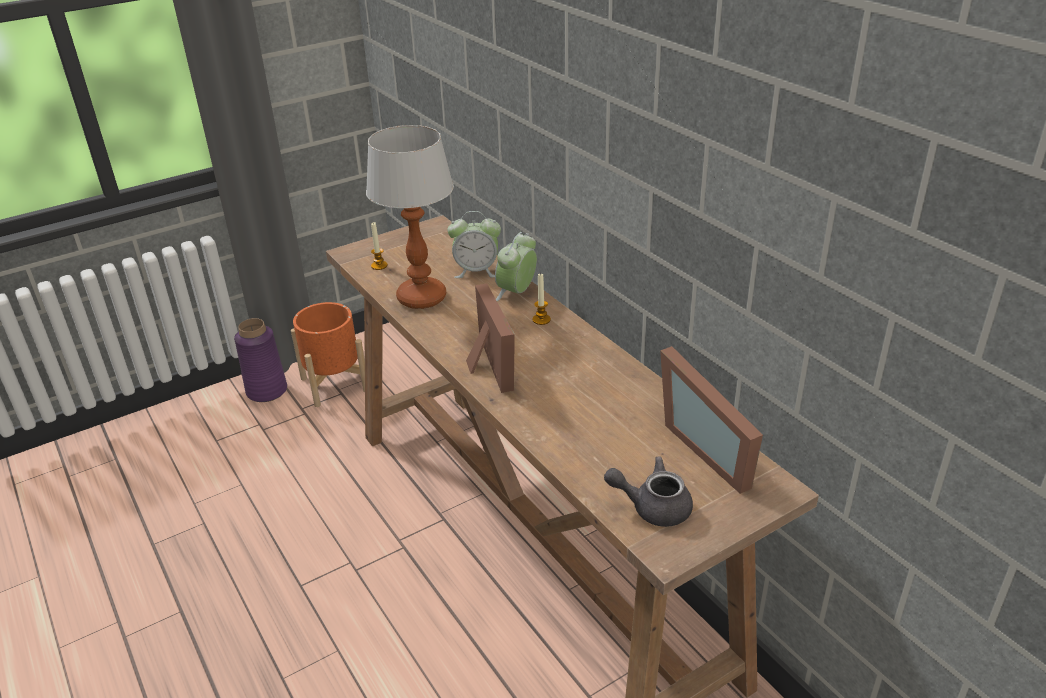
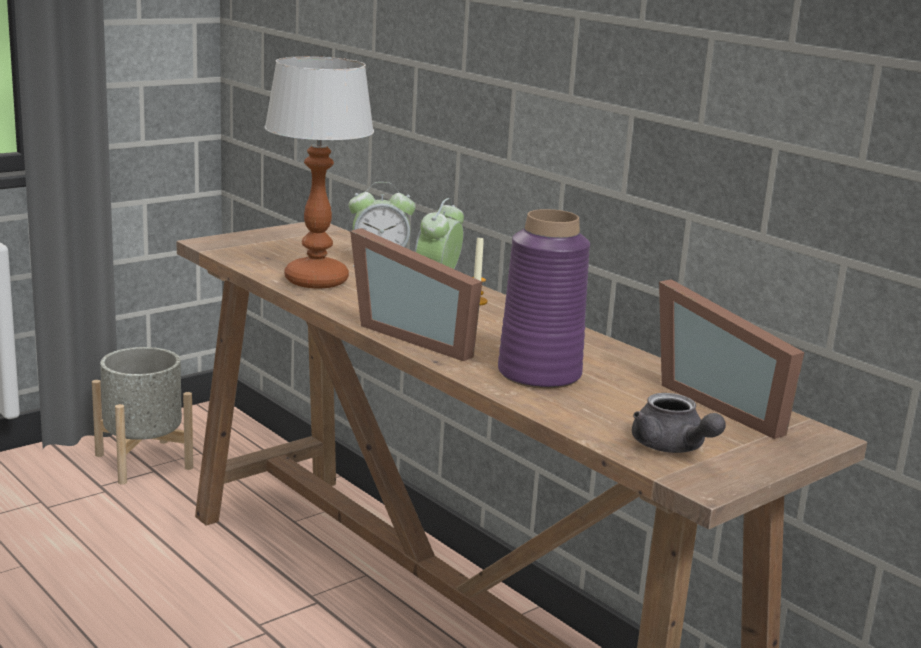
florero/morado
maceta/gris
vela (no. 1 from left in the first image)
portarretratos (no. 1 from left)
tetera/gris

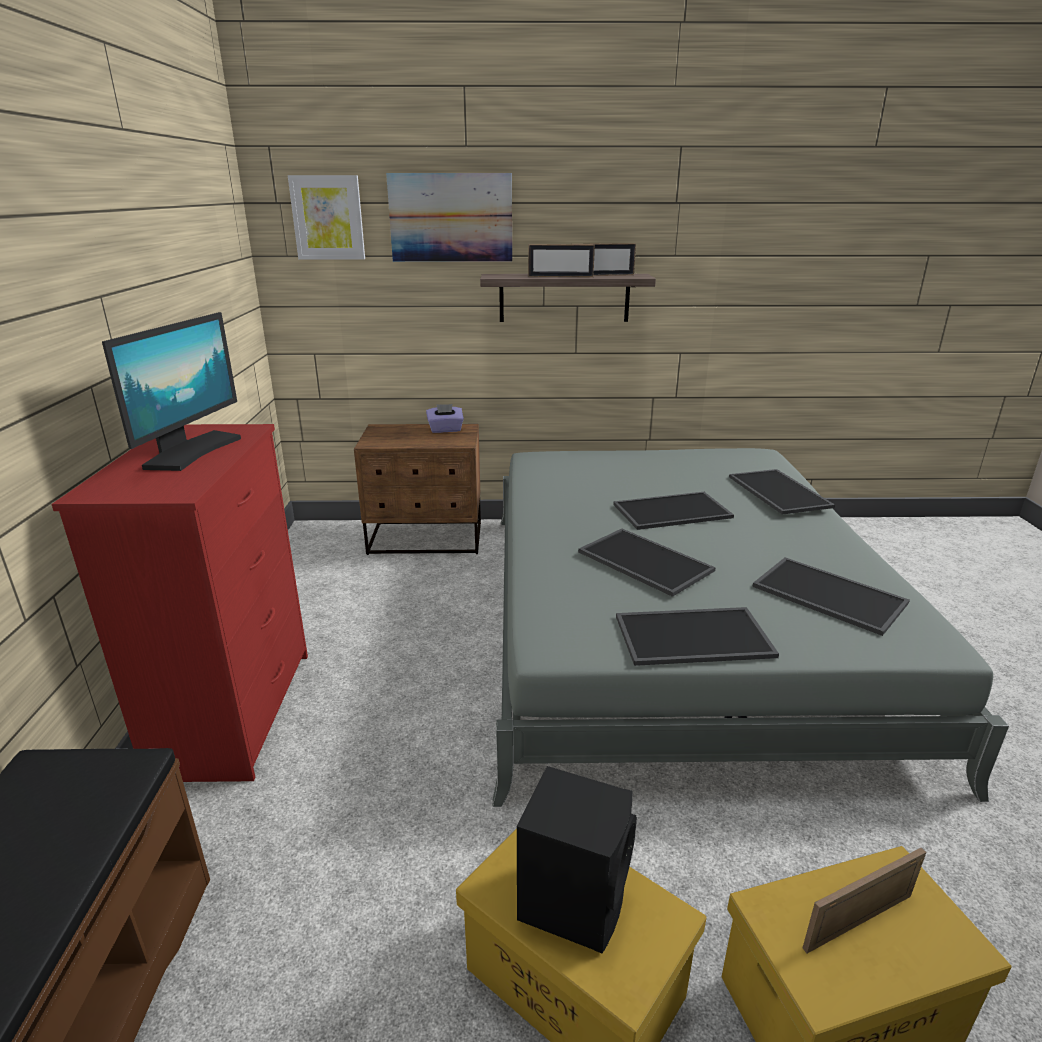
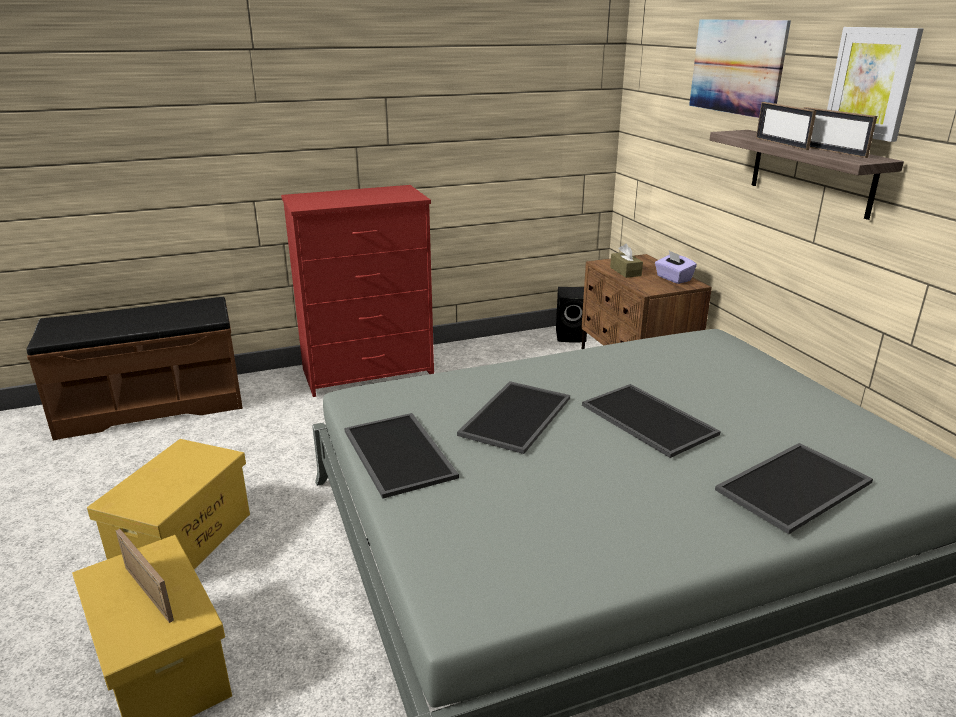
monitor
cuadro (no. 2 from left)
altavoz/negro
bandeja (no. 5 from left in the first image)
caja de pañuelos/marrón

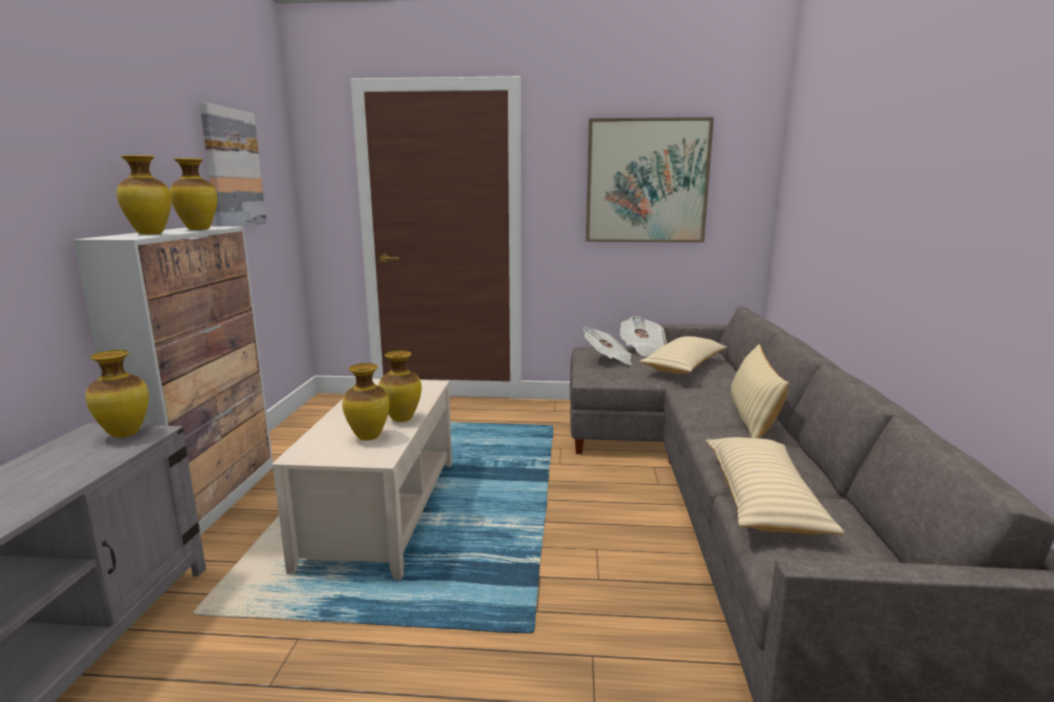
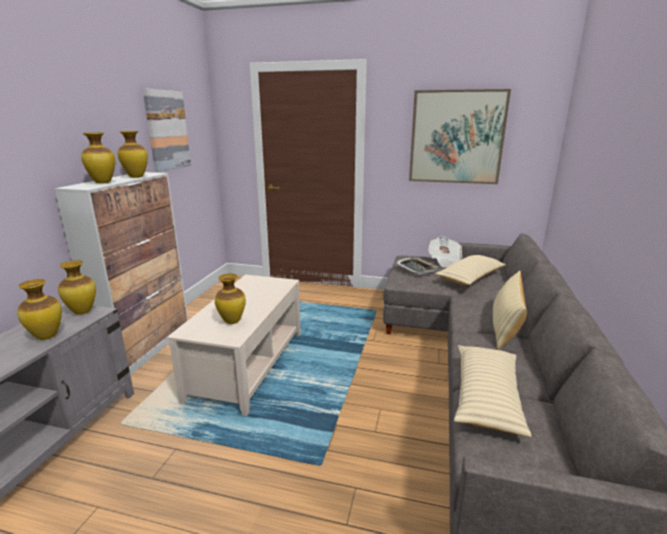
florero (no. 1 from left)
bandeja

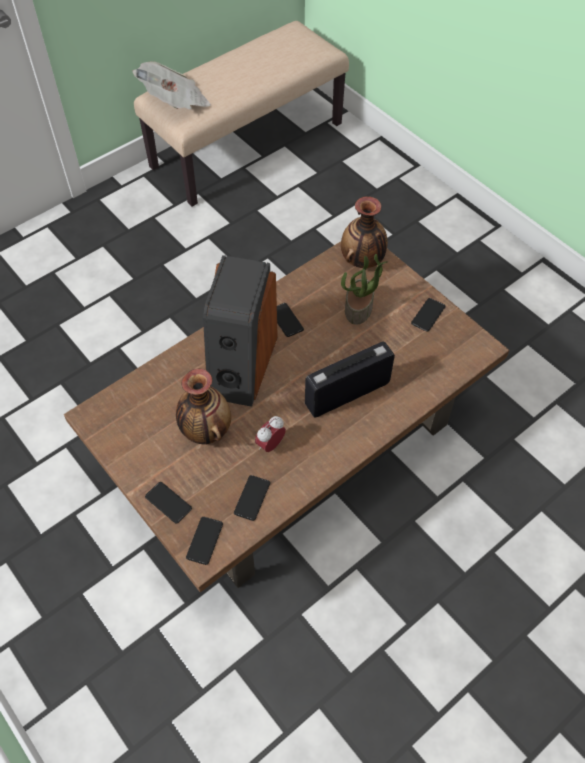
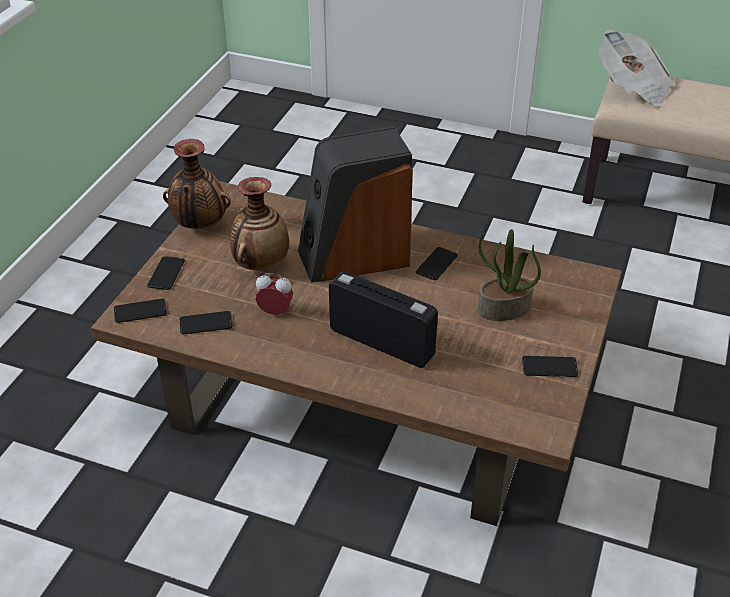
florero (no. 1 from left)

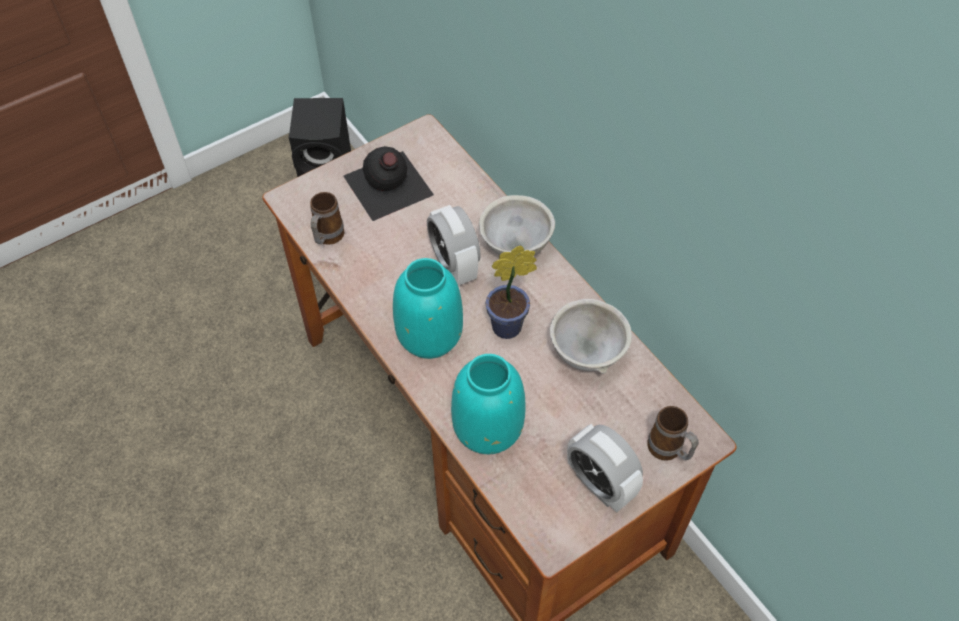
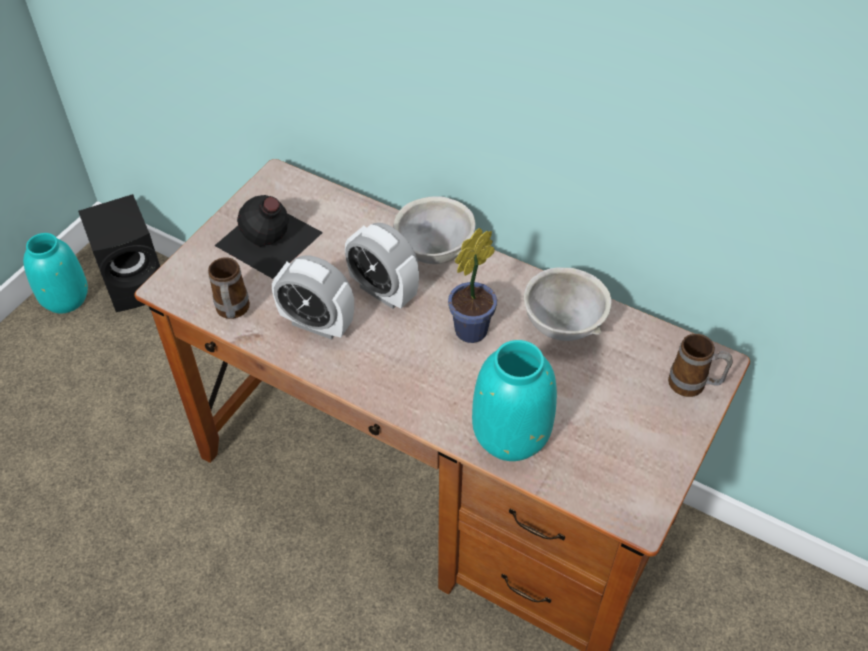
florero/turquesa (no. 1 from left)
despertador (no. 1 from left)

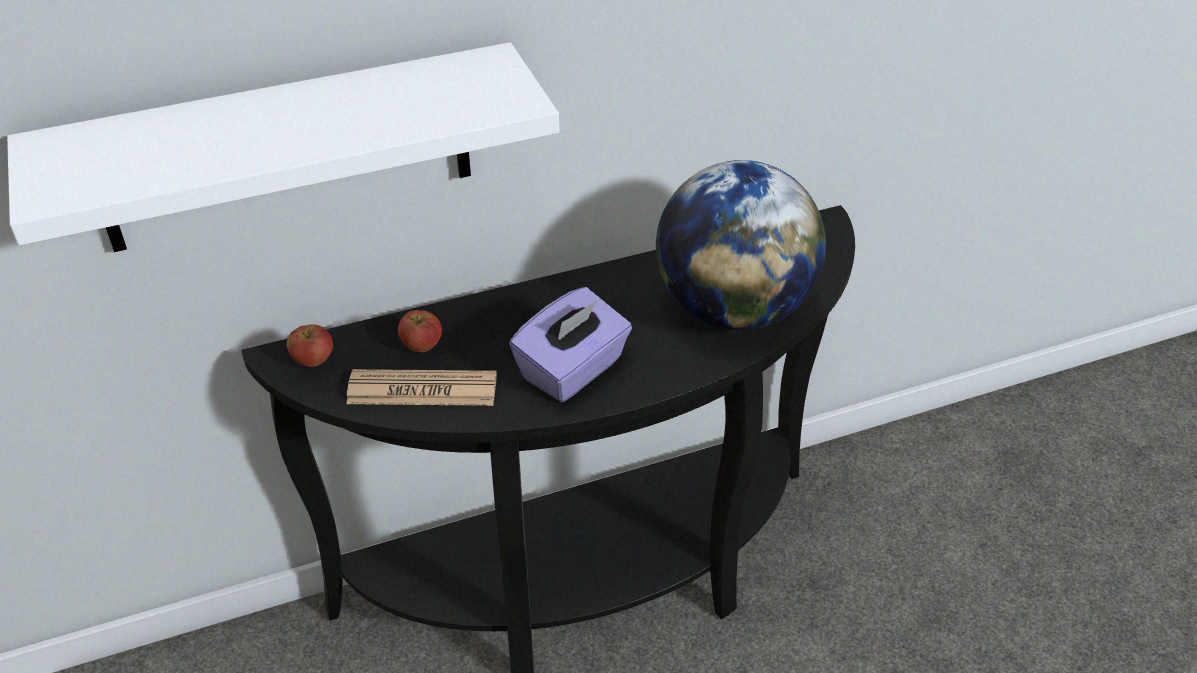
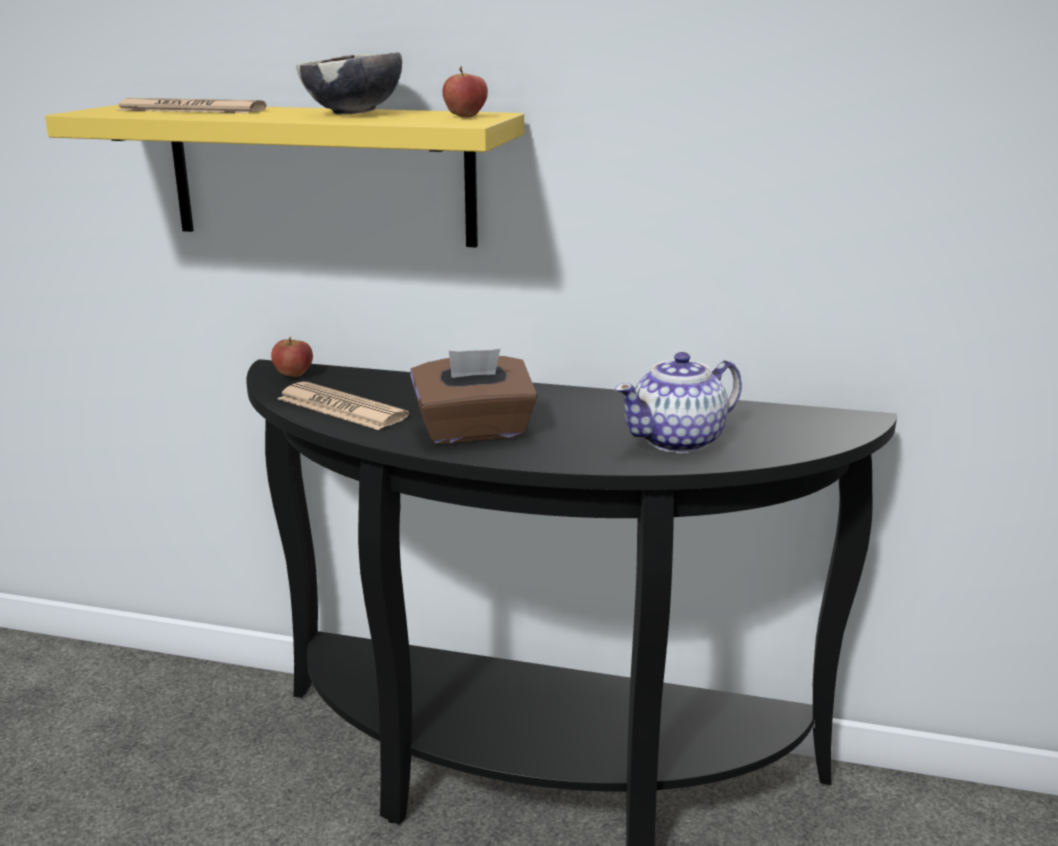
estante/amarillo
manzana (no. 2 from left)
caja de pañuelos/marrón
tetera
periódico (no. 1 from left)
cuenco

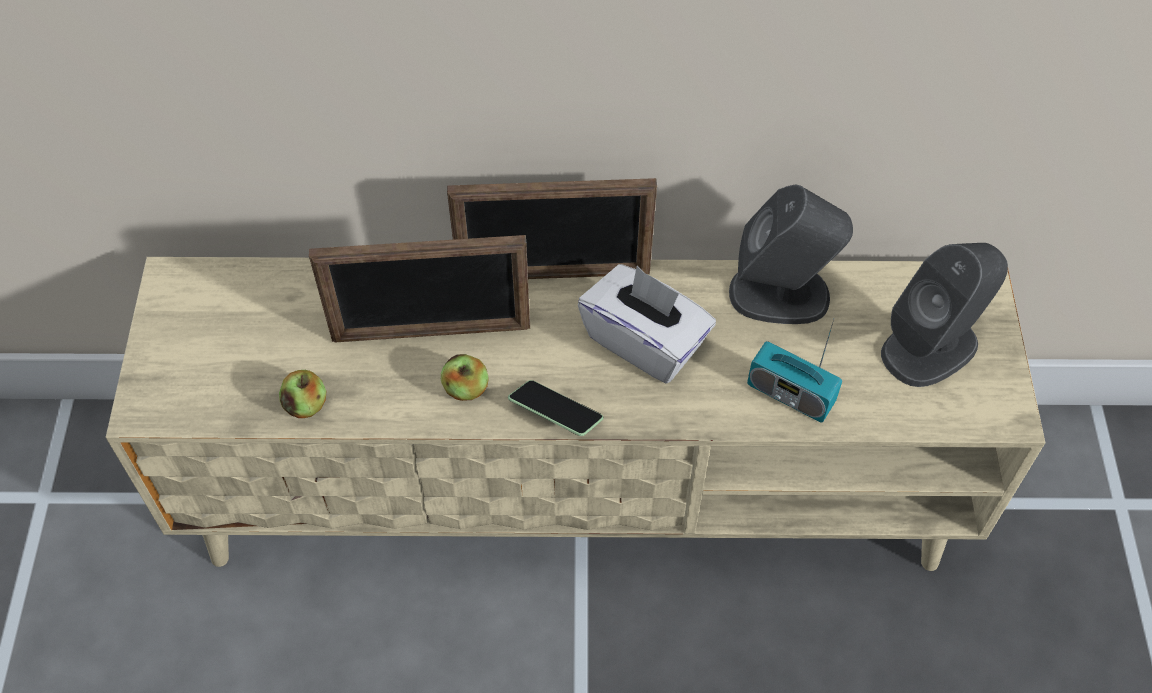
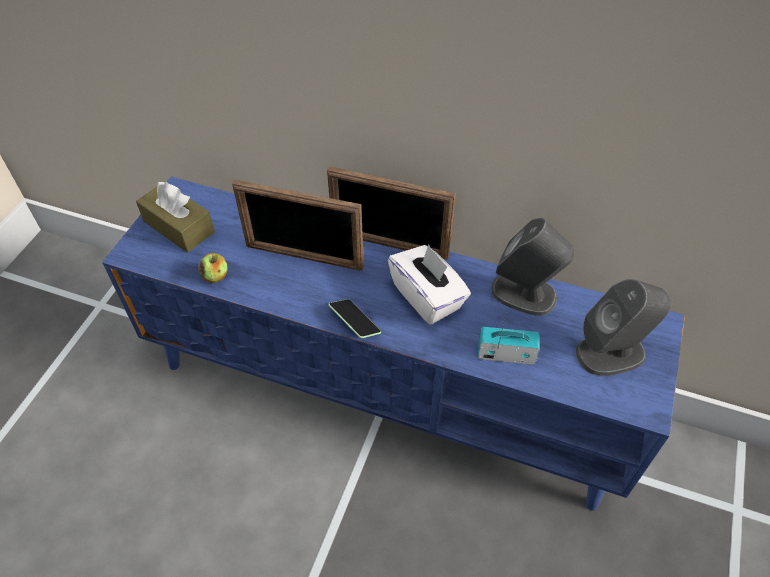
mueble de televisión/azul
manzana (no. 2 from left in the first image)
radio
caja de pañuelos/marrón

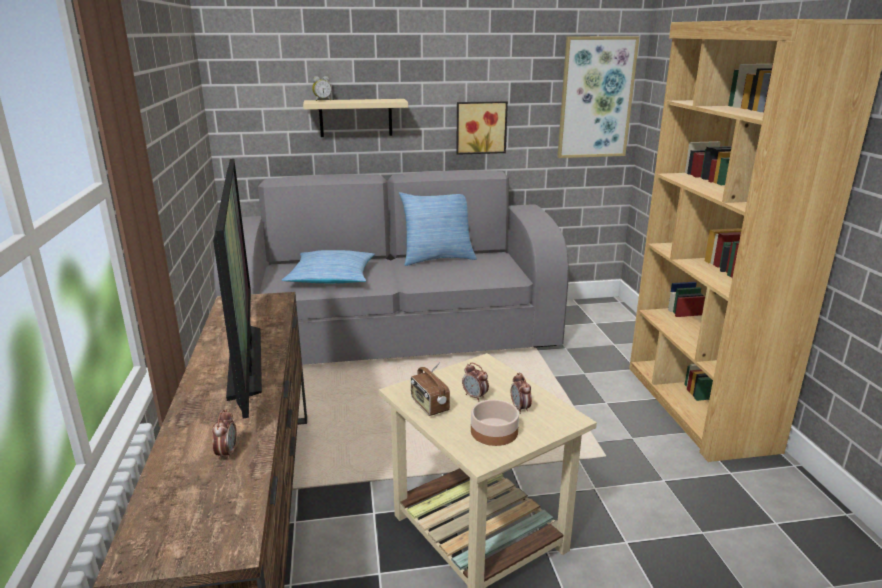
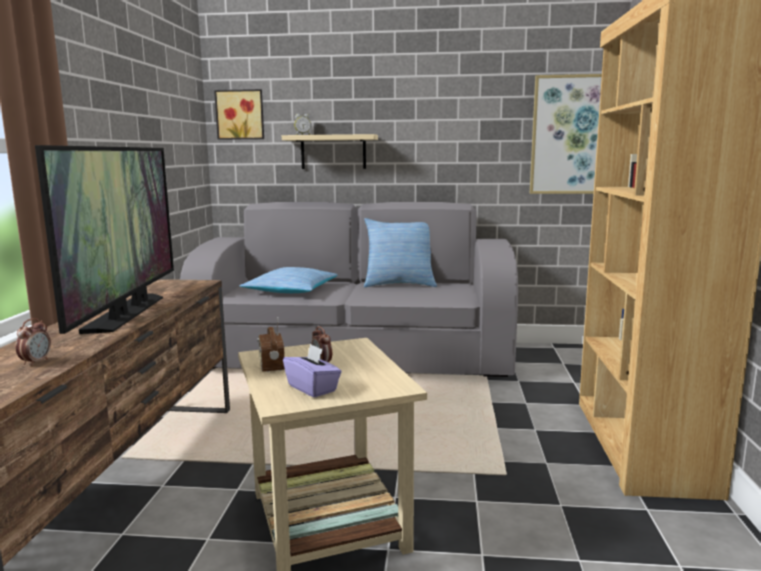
cuadro (no. 1 from left)
caja de pañuelos/morado
despertador (no. 4 from left in the first image)

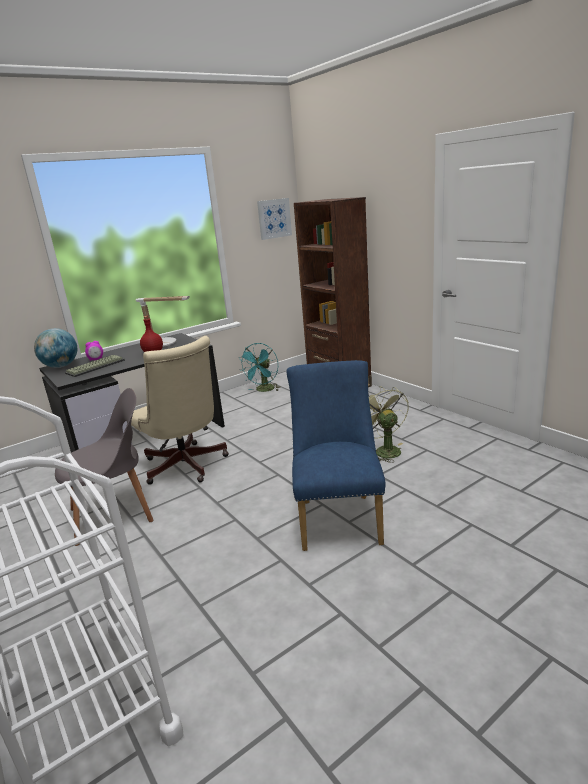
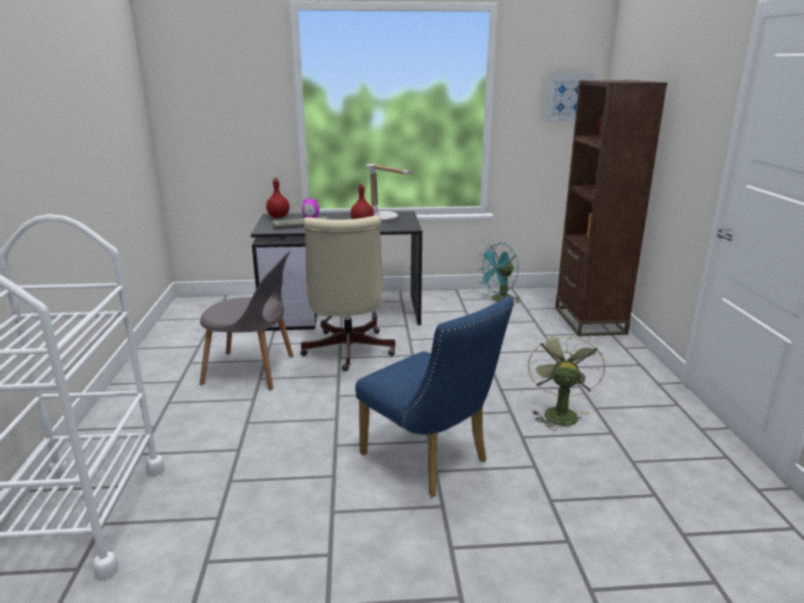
botella/rojo (no. 1 from left)
silla/azul

